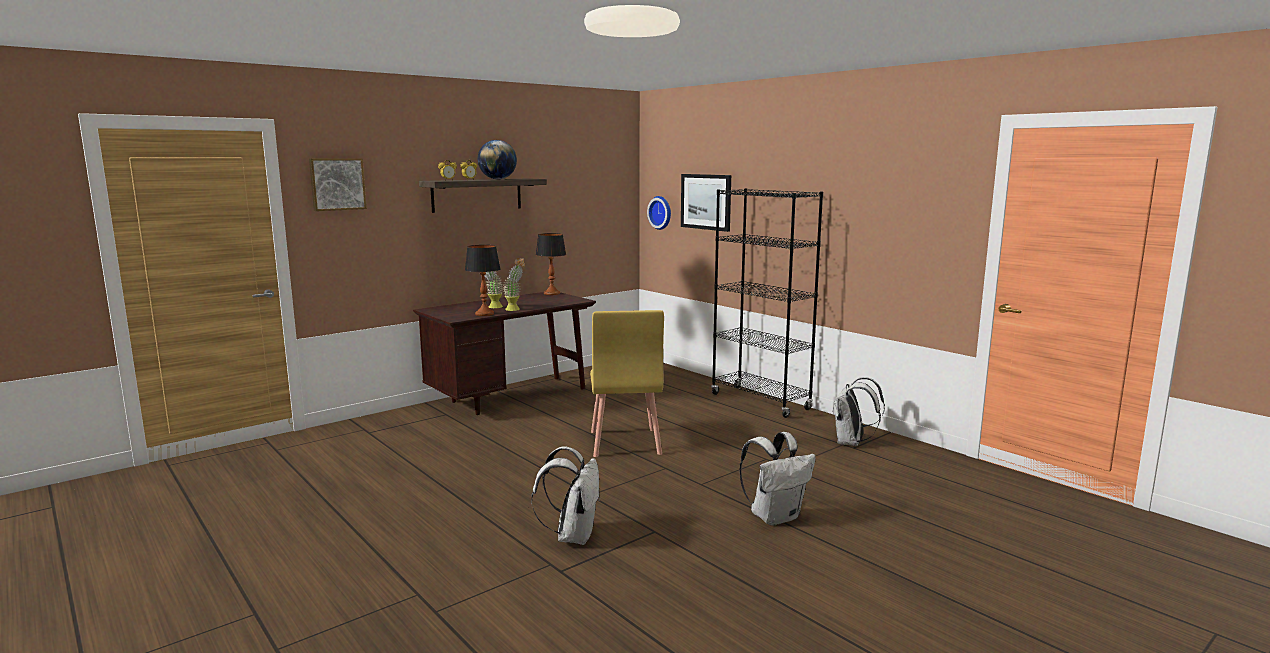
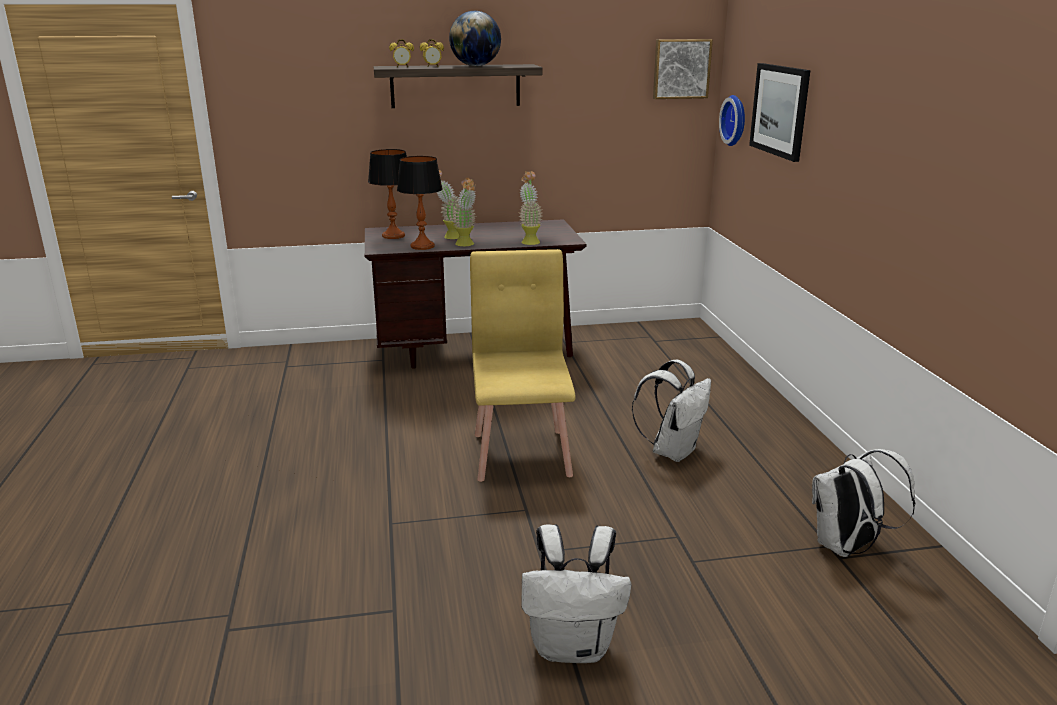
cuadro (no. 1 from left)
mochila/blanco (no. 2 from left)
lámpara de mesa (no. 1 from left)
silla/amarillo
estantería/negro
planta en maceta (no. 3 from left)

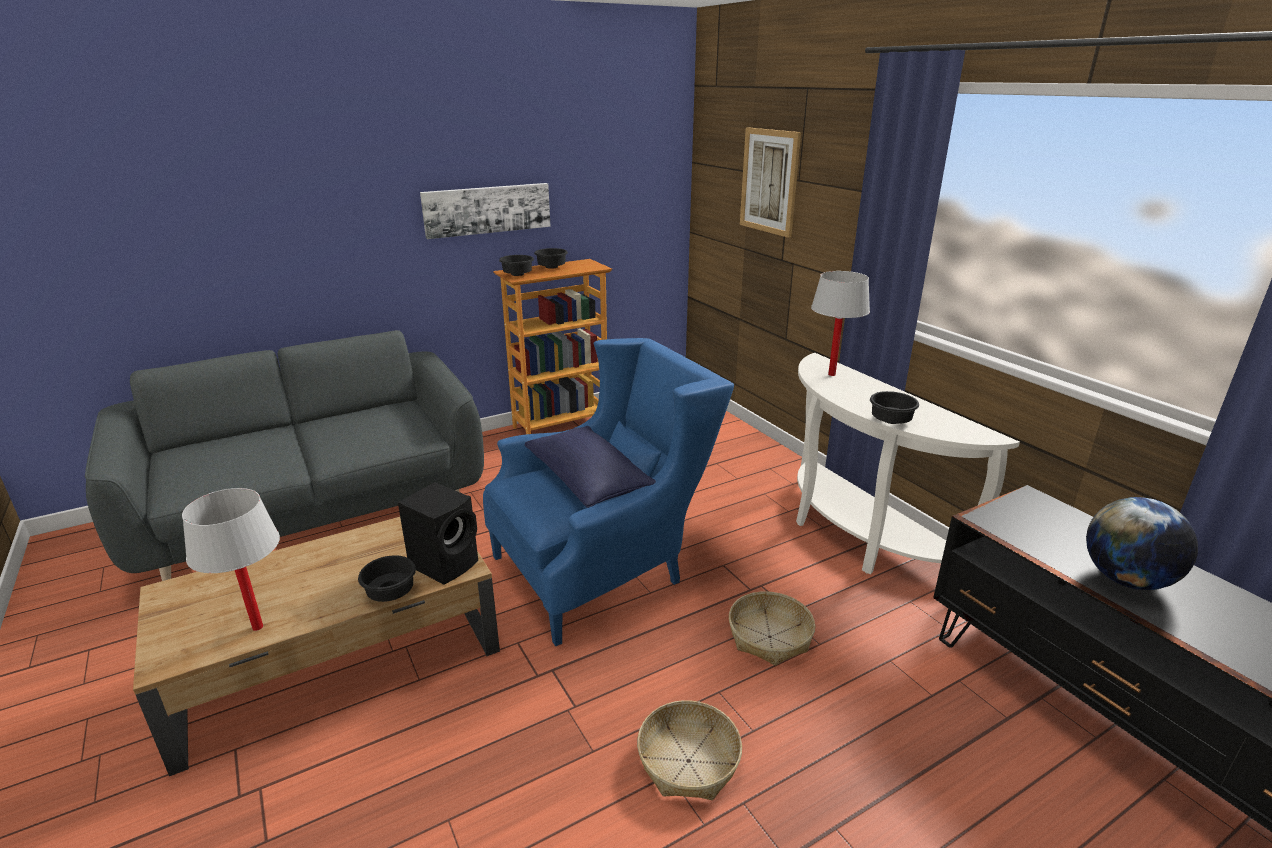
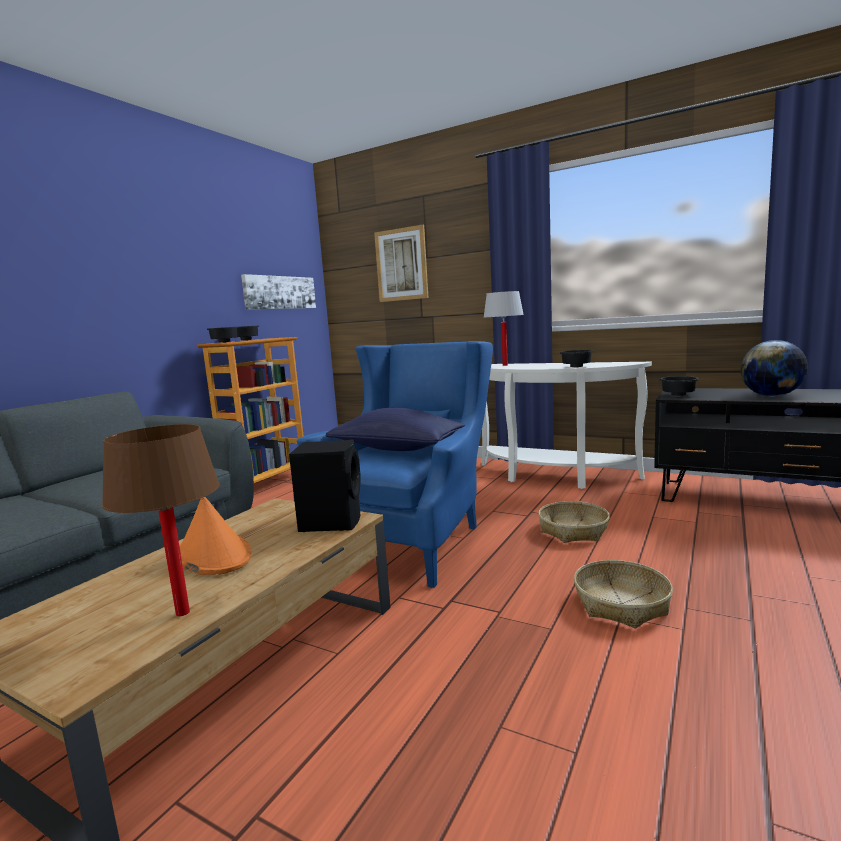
lámpara de mesa/marrón
cuenco/negro (no. 4 from left)
cuadro (no. 1 from left)
sombrero/naranja

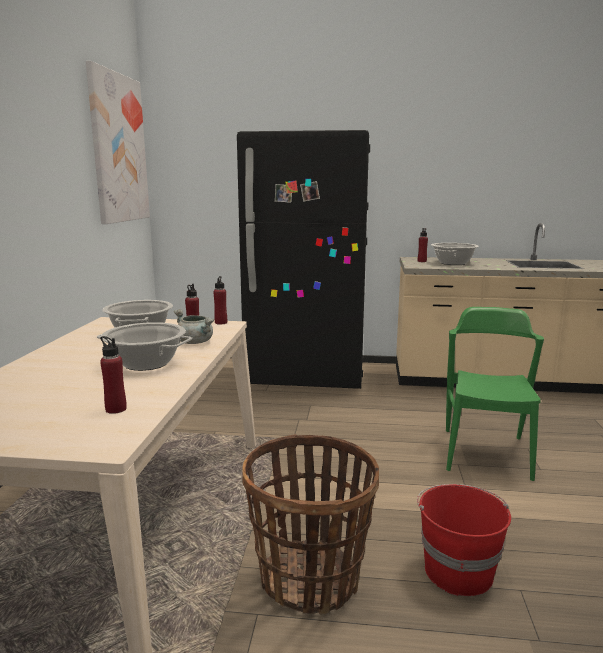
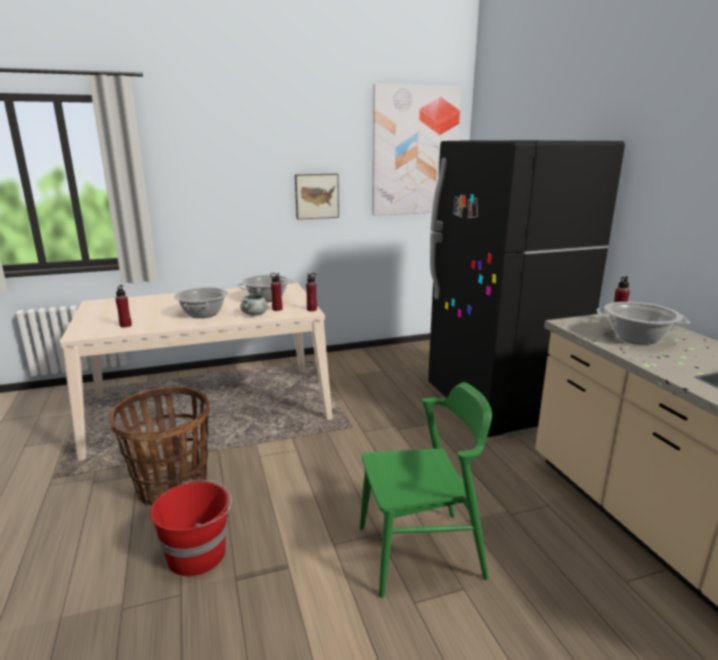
cuadro (no. 1 from left)

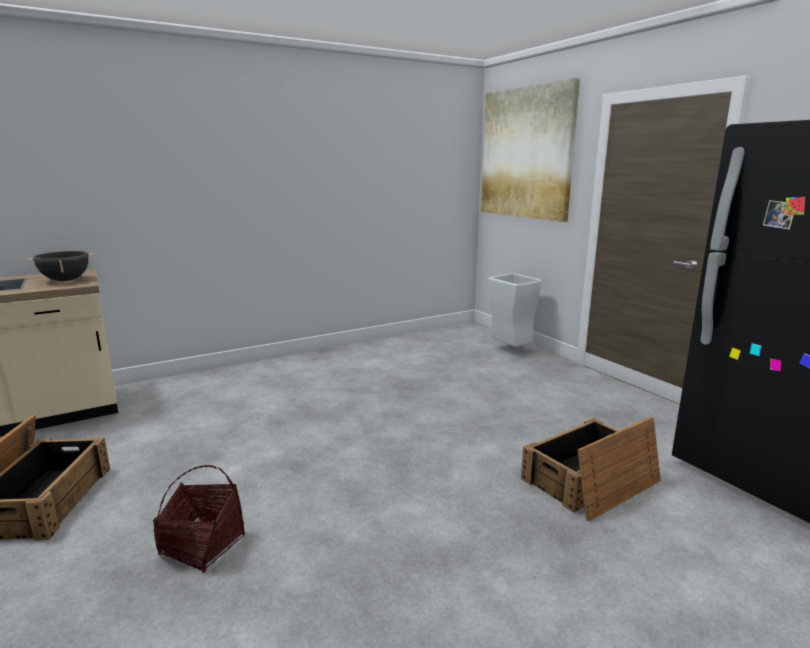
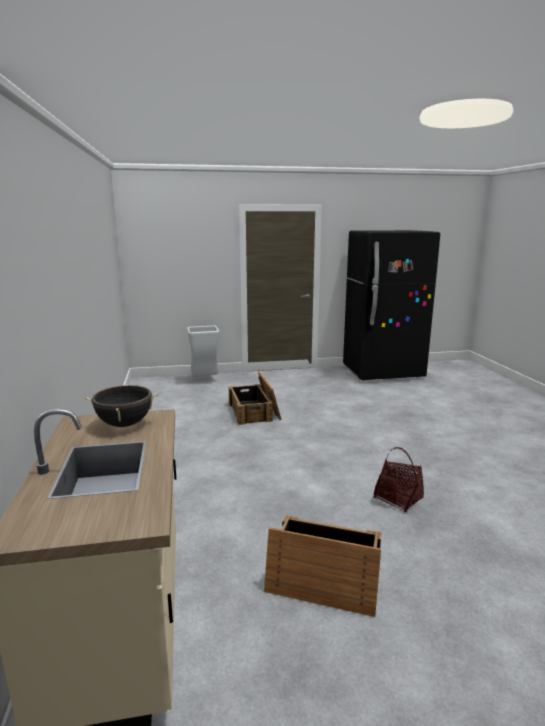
cuadro
caja de embalaje (no. 1 from left)

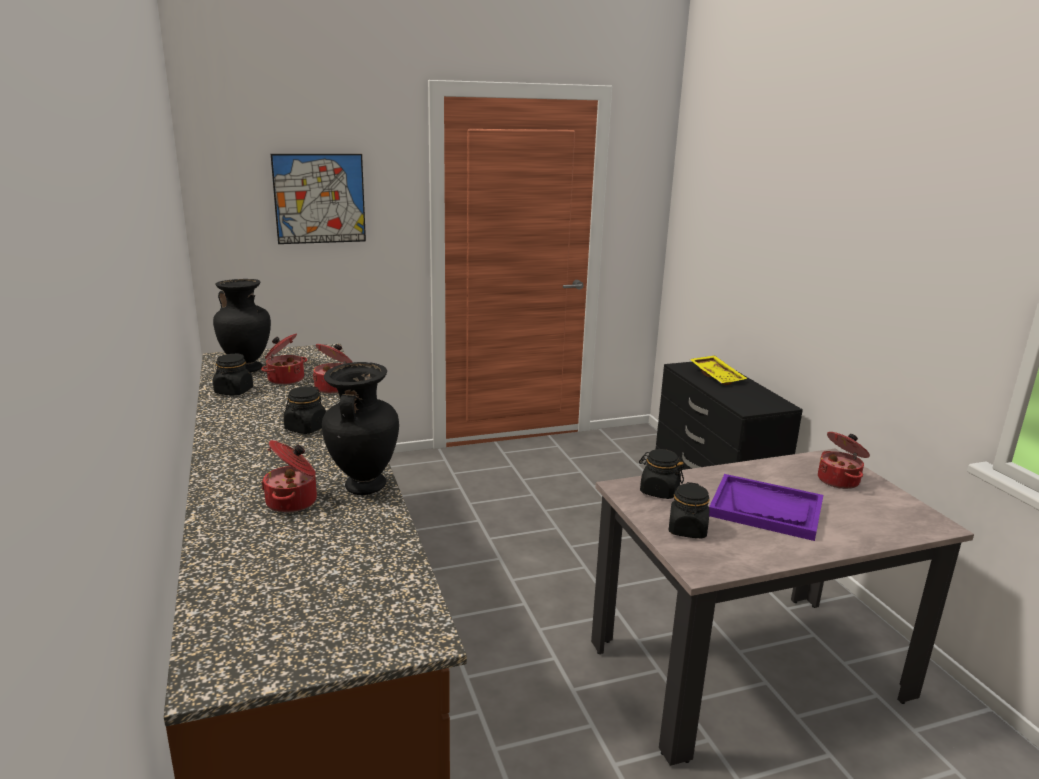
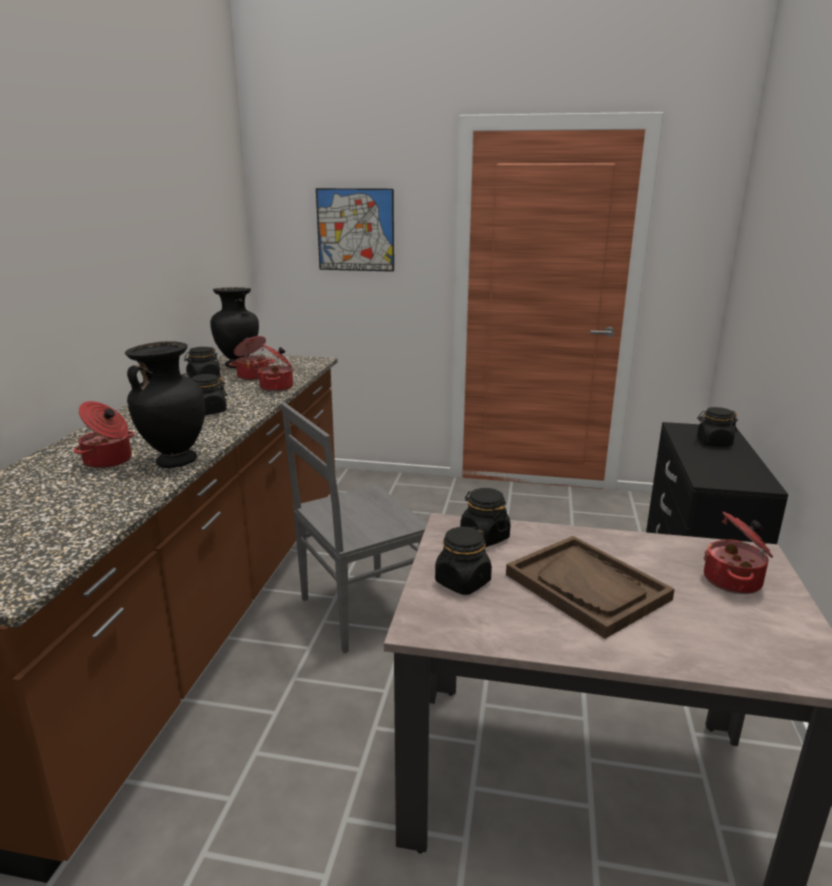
tarro/negro (no. 5 from left)
bandeja/marrón
silla/gris

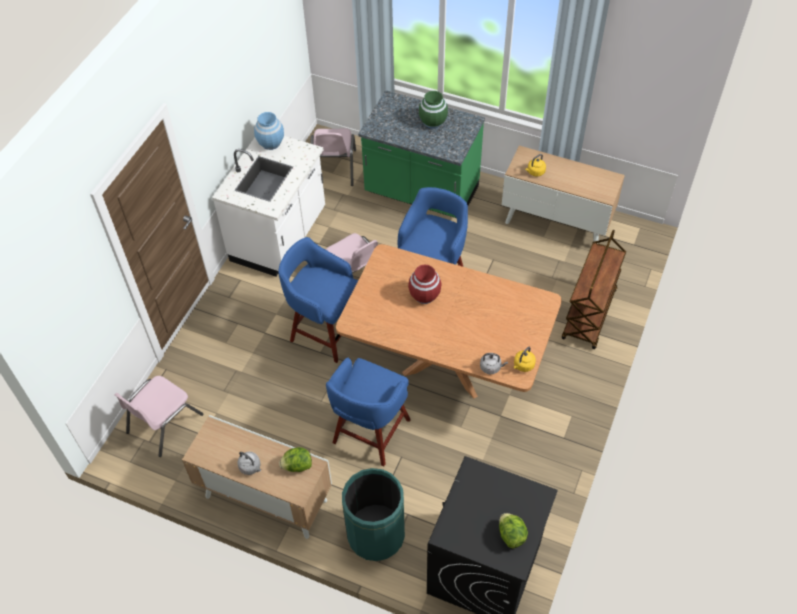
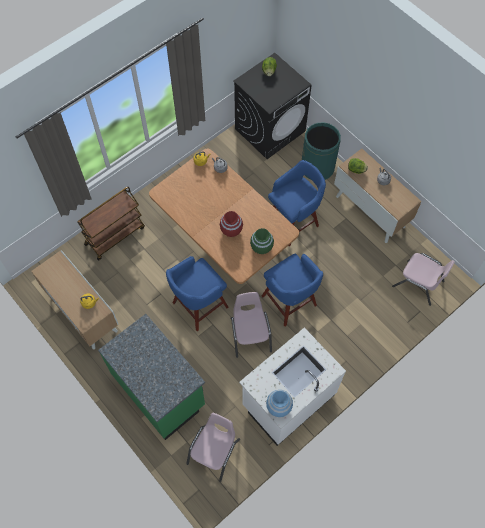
silla/rosa (no. 3 from left)
florero/verde

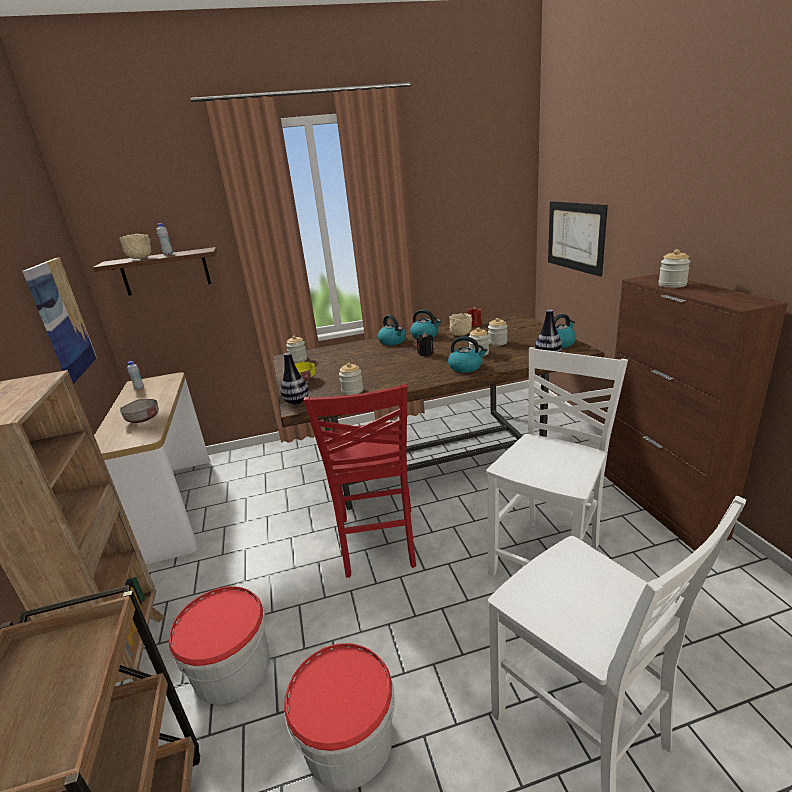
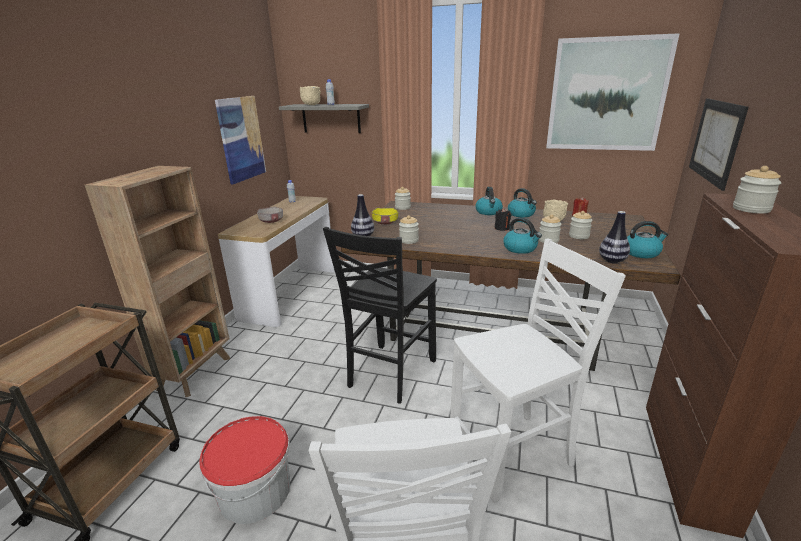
estante/gris
cubo (no. 1 from left in the first image)
silla/negro
cuadro (no. 2 from left)

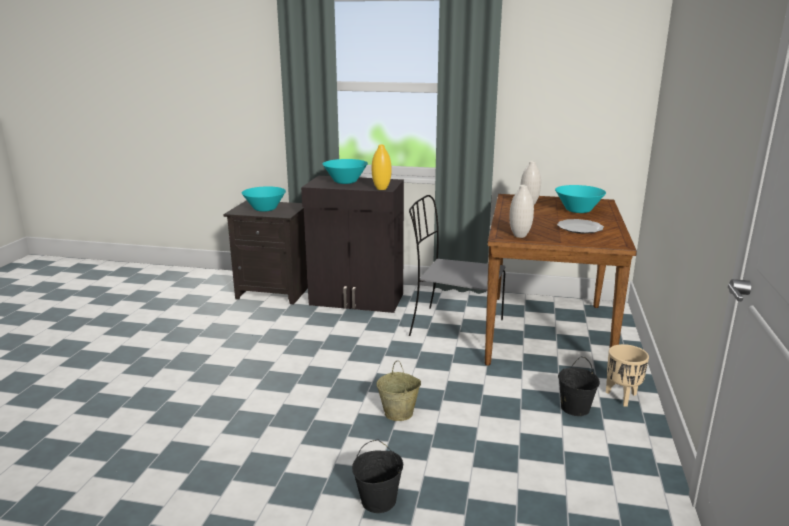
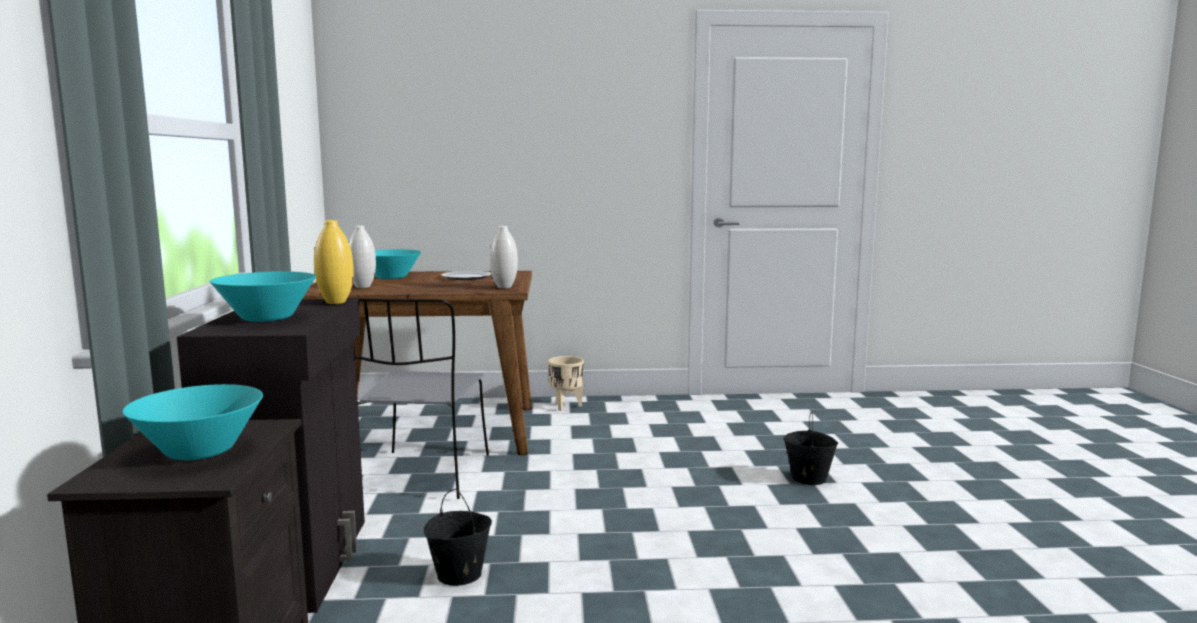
cubo/beis
cubo/negro (no. 1 from left)

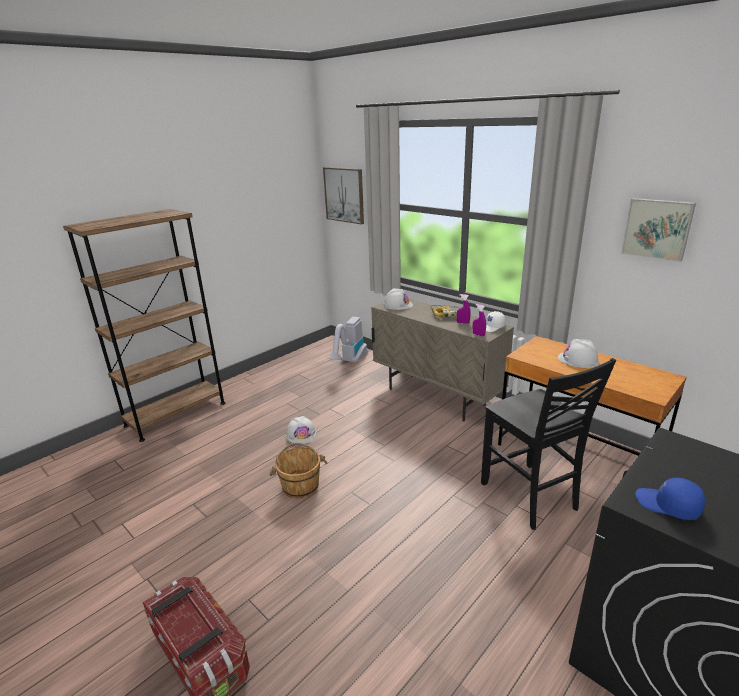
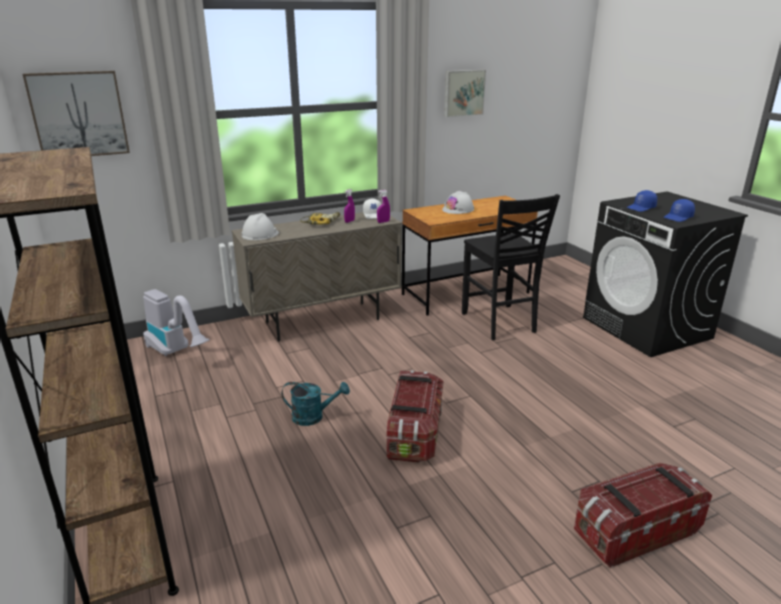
caja de almacenaje (no. 1 from left)
regadera/turquesa
silla/negro
gorra/azul (no. 1 from left)

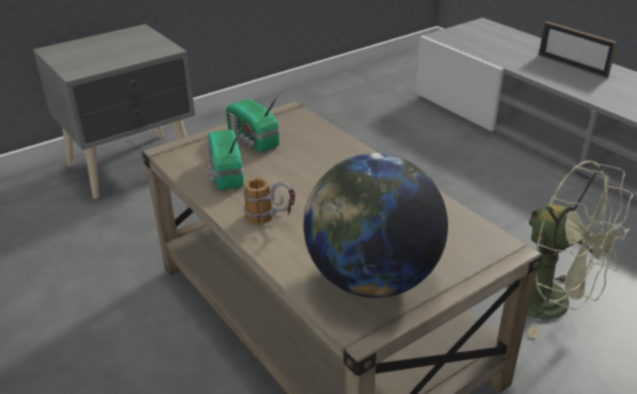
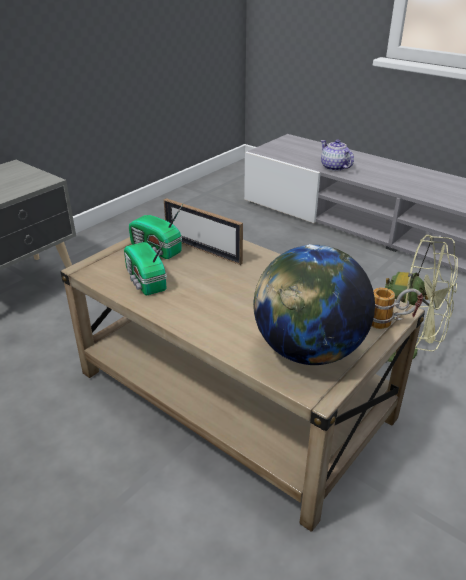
taza grande
portarretratos
tetera

